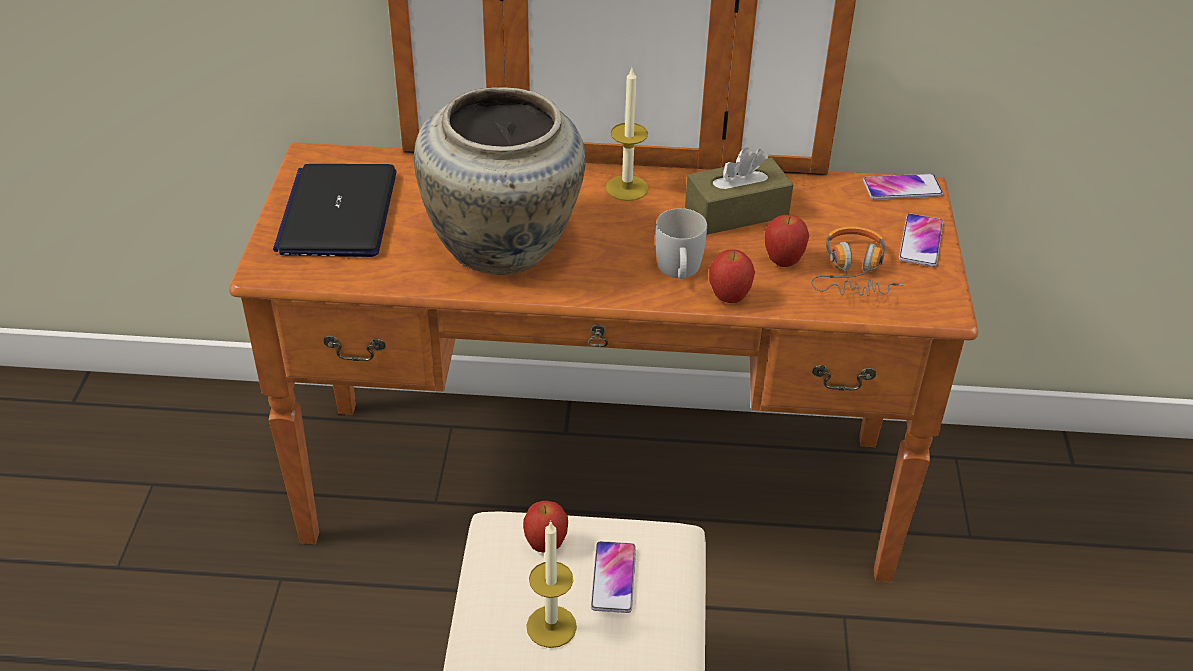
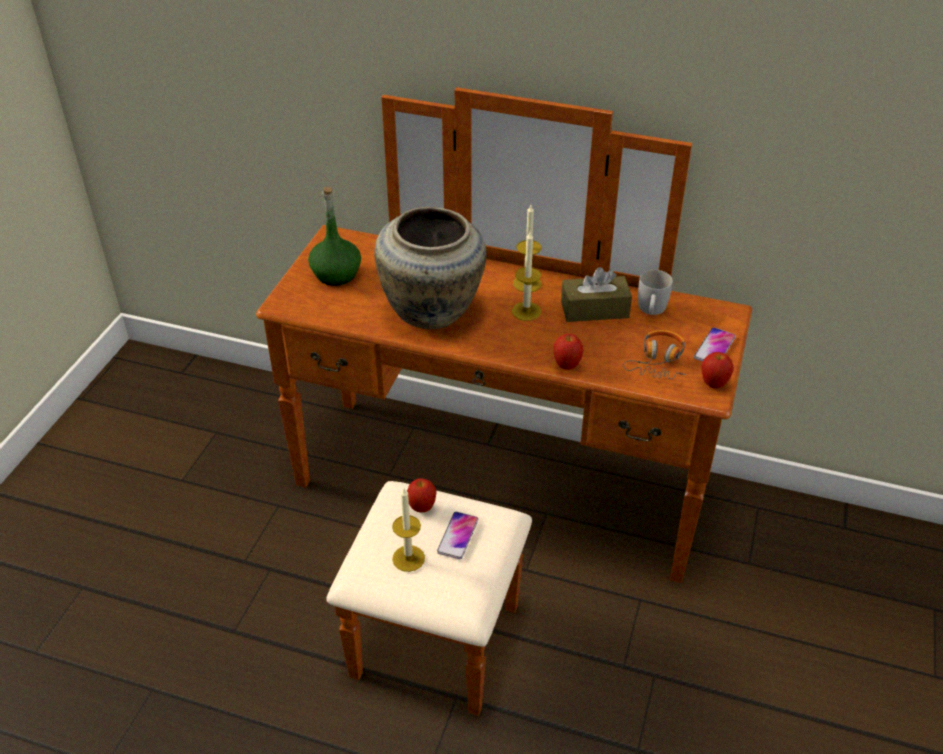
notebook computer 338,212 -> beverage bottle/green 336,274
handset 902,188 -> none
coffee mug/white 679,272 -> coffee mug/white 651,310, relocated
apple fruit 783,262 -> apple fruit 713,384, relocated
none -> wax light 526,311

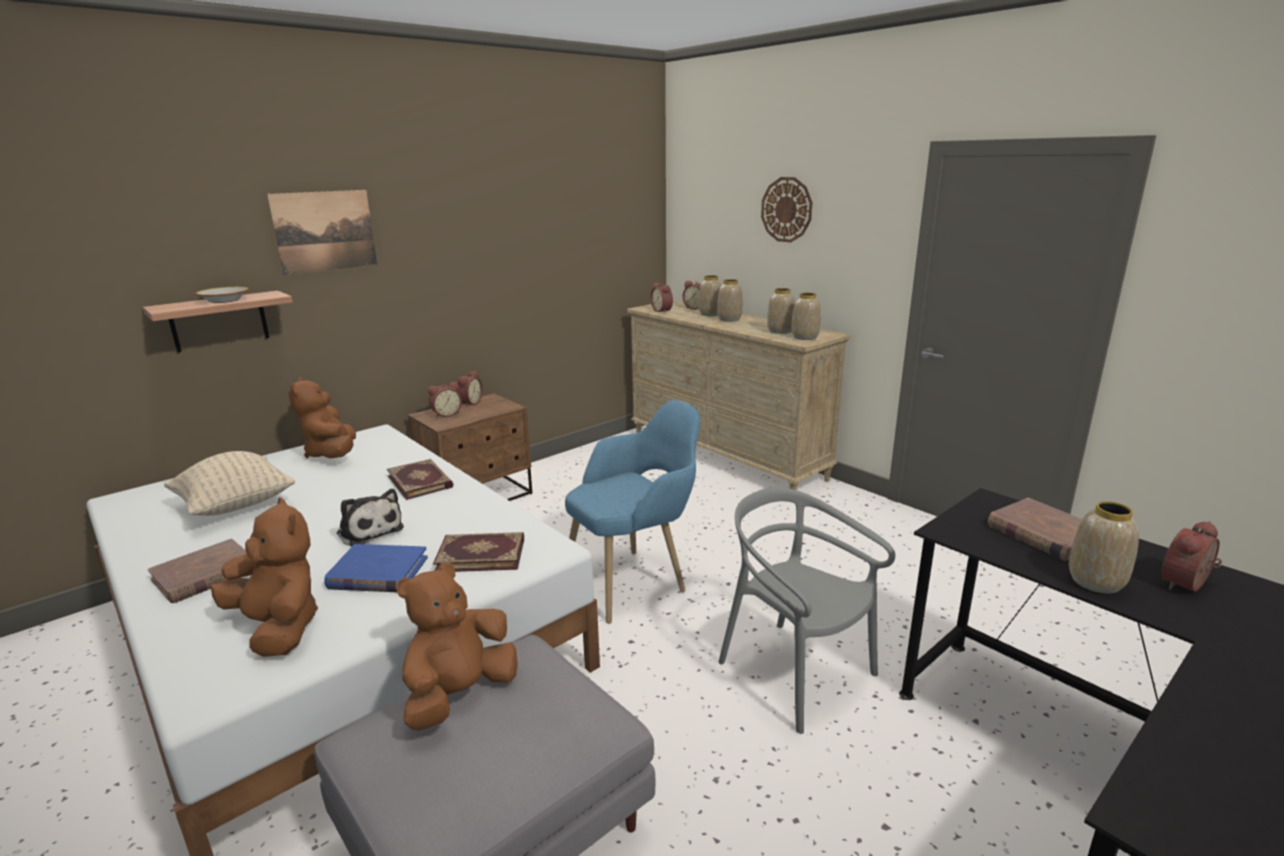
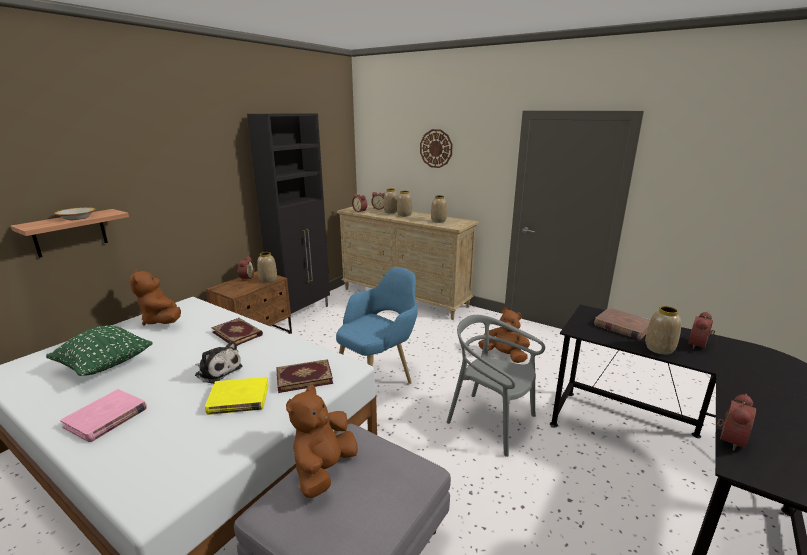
wall art 325,231 -> none
decorative vase 805,337 -> decorative vase 268,280, relocated
bedside clock 446,414 -> bedside clock 728,439, relocated
throw pillow/sand-coloured 236,507 -> throw pillow/green 105,366
soft toy/brown 279,628 -> soft toy/brown 504,355, relocated
volume/brown 205,575 -> volume/pink 106,418
volume/blue-coloured 377,573 -> volume/yellow-coloured 238,398
none -> cabinet/blackish 303,312

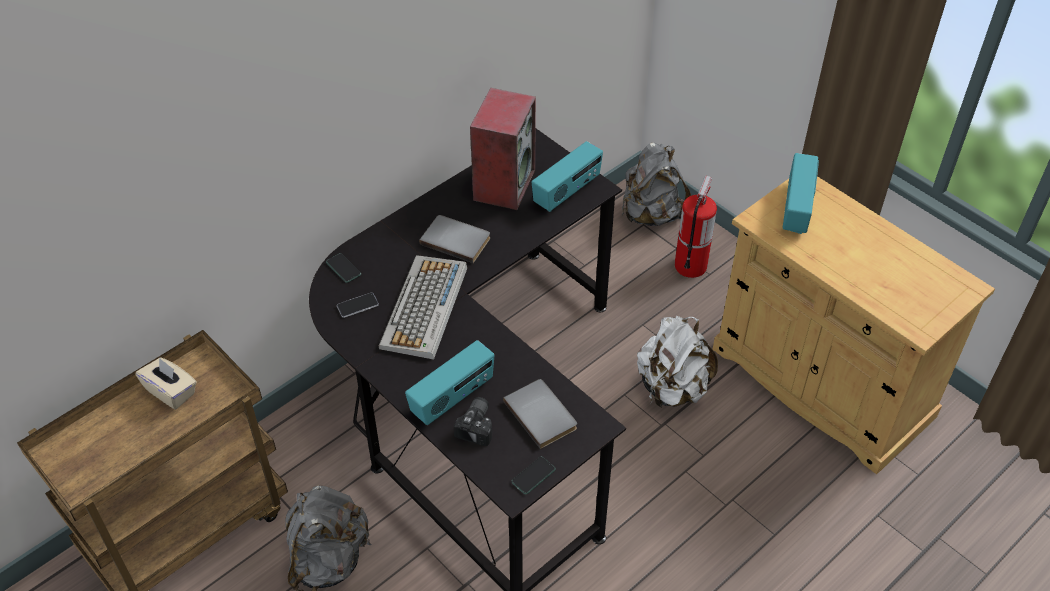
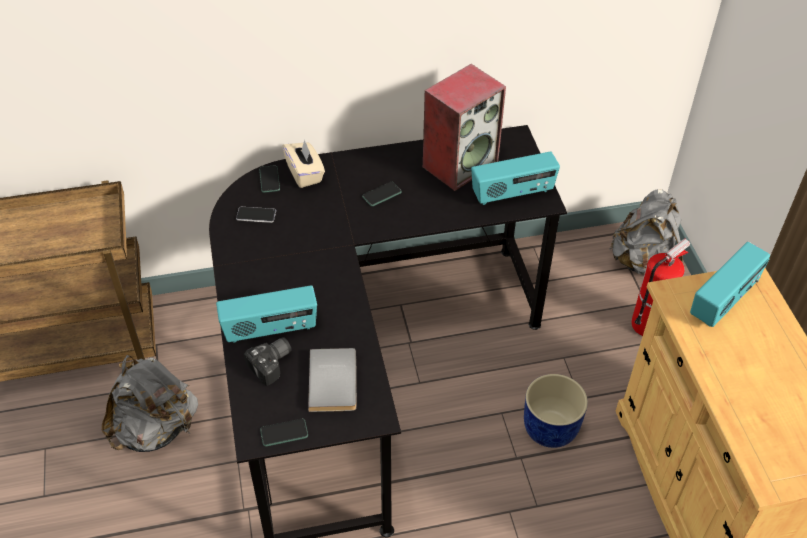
volume/greyish 456,239 -> handset 381,194
PC keyboard 425,308 -> none
backpack/white 672,388 -> plant pot/blue-coloured 551,429
tissue box/sand-coloured 171,392 -> tissue box/sand-coloured 305,174, relocated

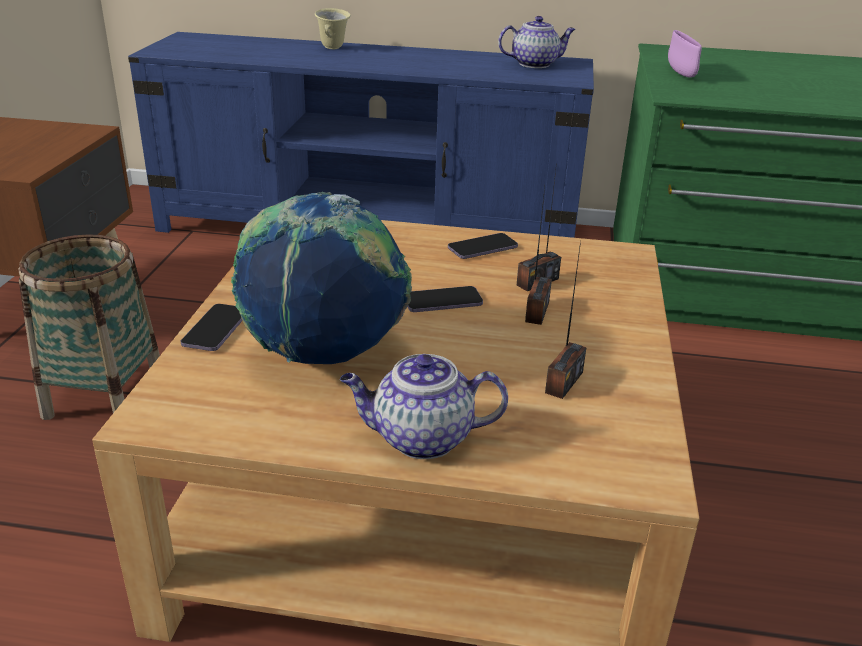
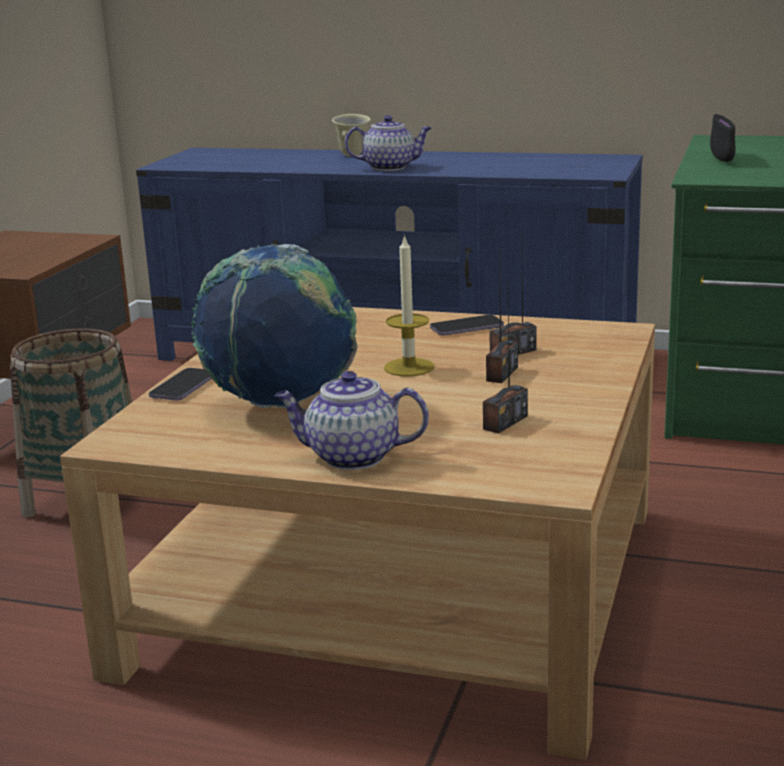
teapot 535,64 -> teapot 390,167, relocated
serving bowl/purple-coloured 680,73 -> serving bowl/blackish 721,159
handset 442,302 -> wax light 409,367

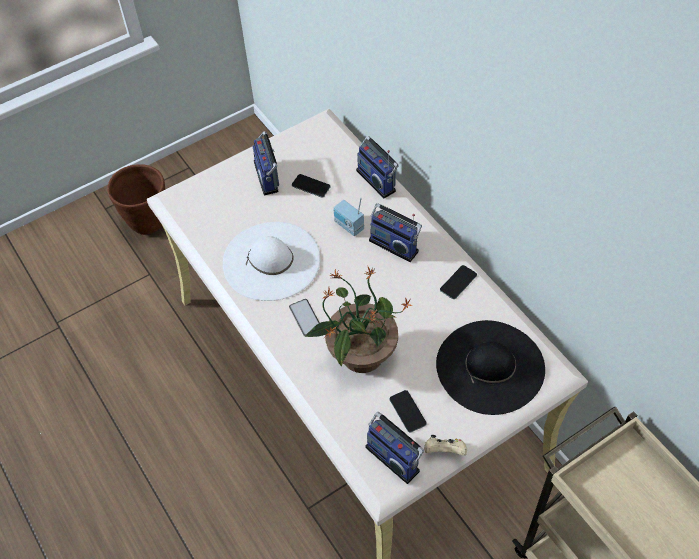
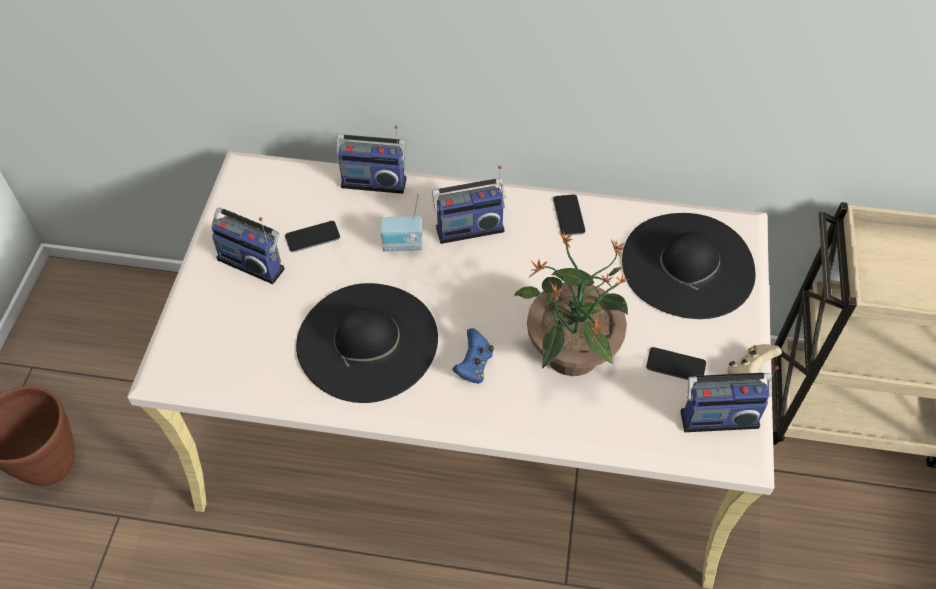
clothing hat/white 271,261 -> clothing hat/blackish 367,341
handset 305,317 -> game controller/blue-coloured 474,366

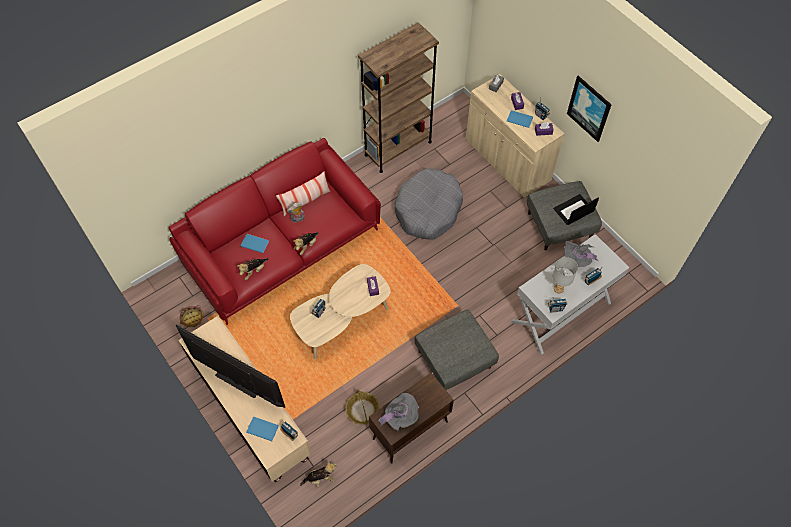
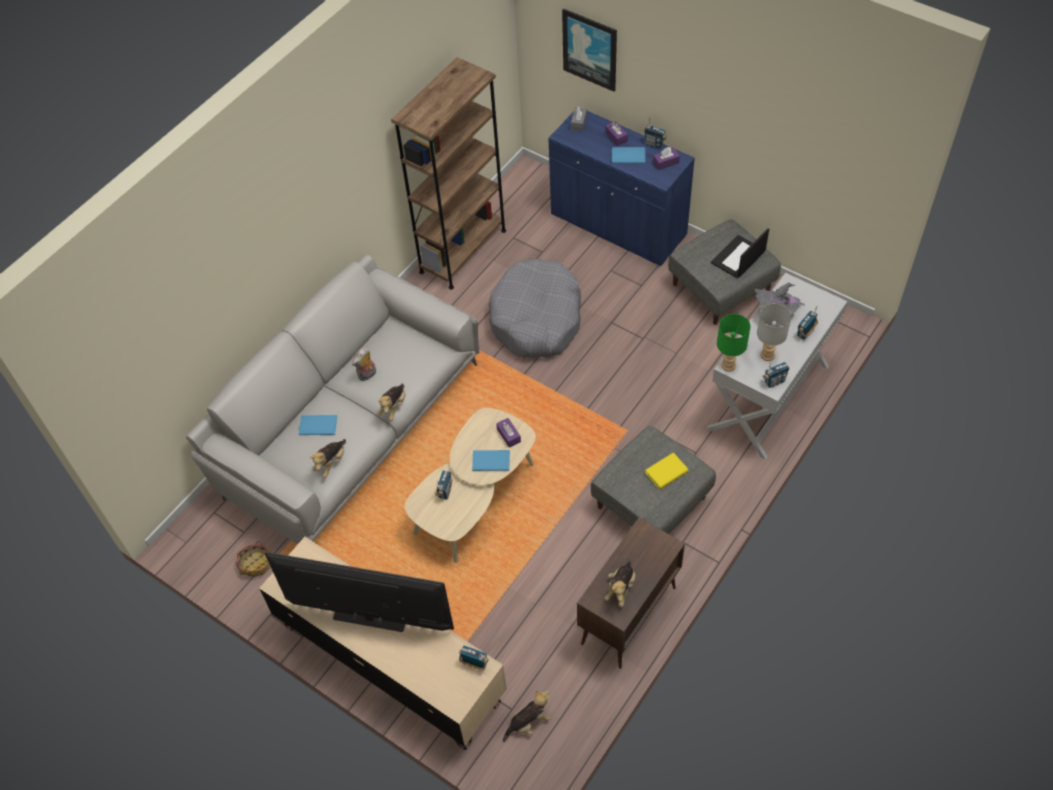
cabinet/sand-coloured 507,160 -> cabinet/blue-coloured 618,225
wall art 589,108 -> wall art 590,49, relocated
sofa/red 282,247 -> sofa/greyish 350,426
throw pillow 305,201 -> none
household basket 362,410 -> none
clothing hat/greyish 400,416 -> soft toy 621,588
volume/blue-coloured 262,428 -> volume/blue-coloured 490,460, relocated
none -> lamp for a table/green 729,365
none -> volume/yellow-coloured 666,472

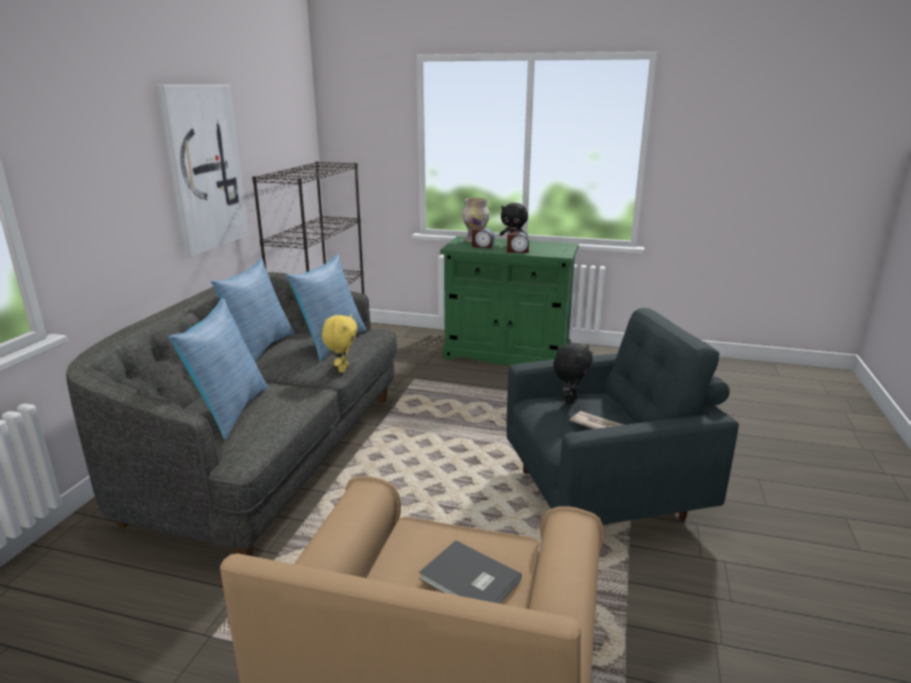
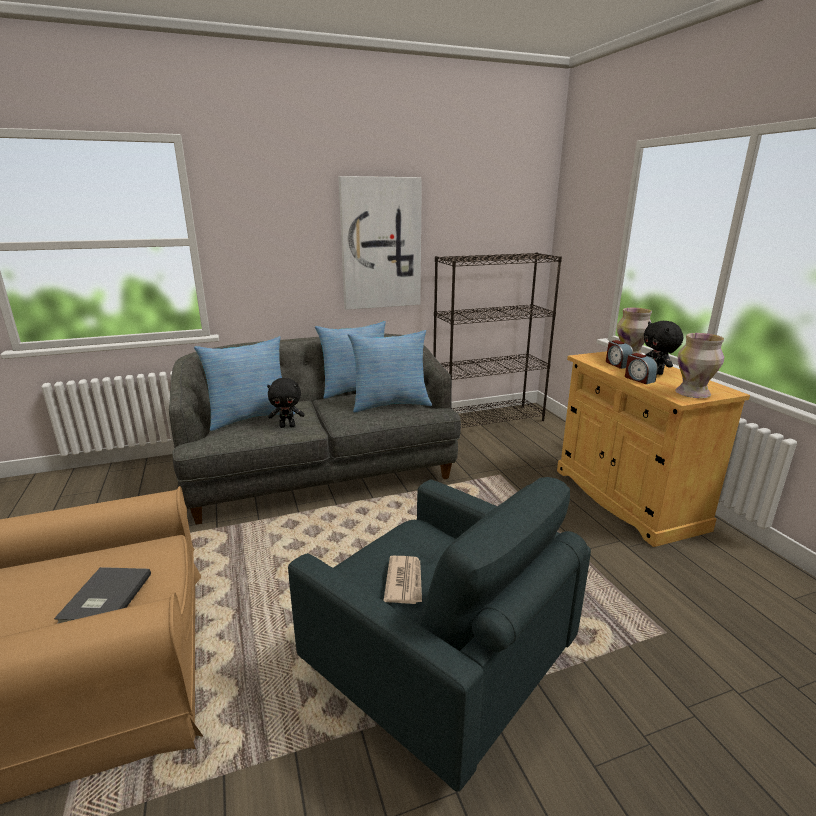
cabinet/green 507,354 -> cabinet/sand-coloured 626,498
soft toy/yellow-coloured 342,369 -> none
soft toy/blackish 569,400 -> soft toy/blackish 287,426, relocated
none -> decorative vase 692,394

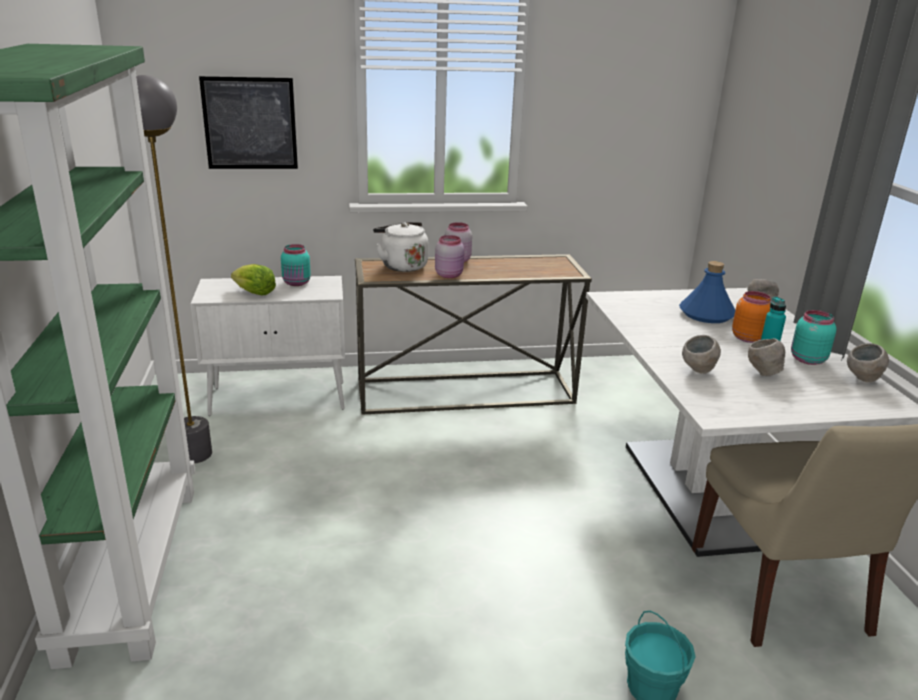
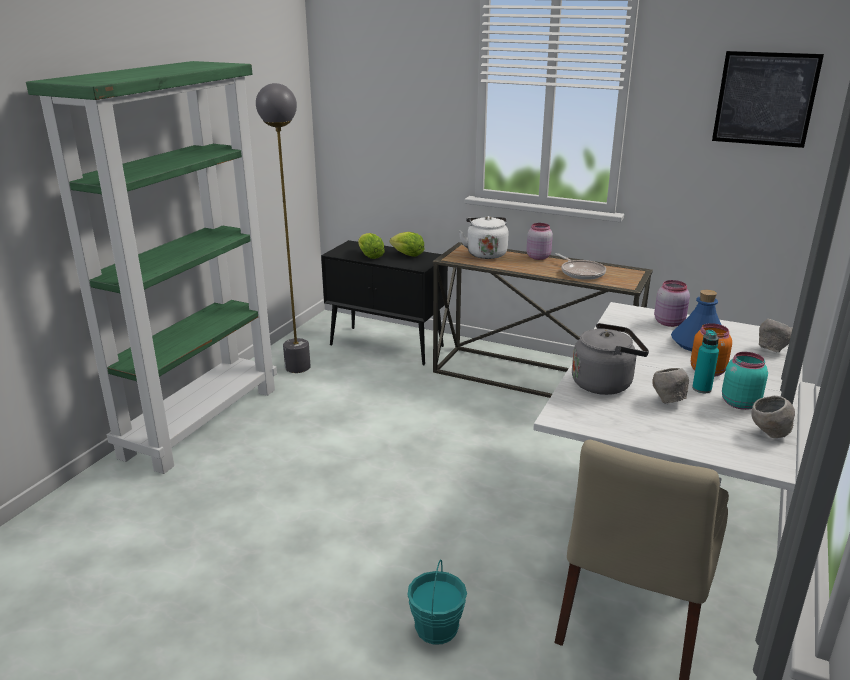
wall art 250,123 -> wall art 765,99, relocated
storage jar/pink 449,275 -> storage jar/pink 670,322, relocated
storage jar/turquoise 297,283 -> lettuce 407,254
cabinet/white 280,398 -> cabinet/blackish 387,346
serving bowl/greyish 698,371 -> tea kettle/greyish 605,383
none -> frying pan 581,272

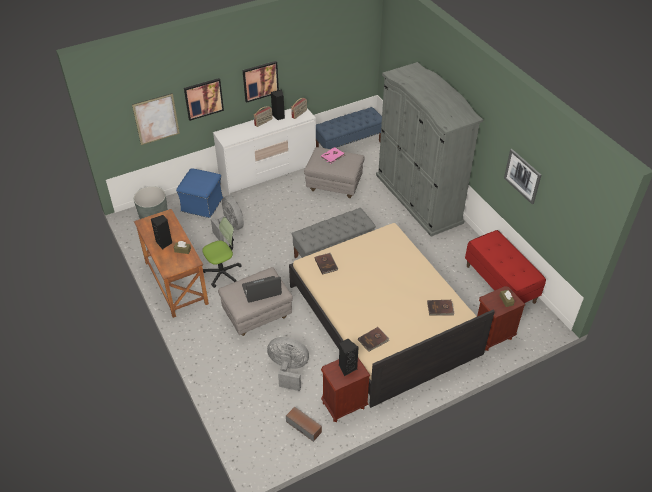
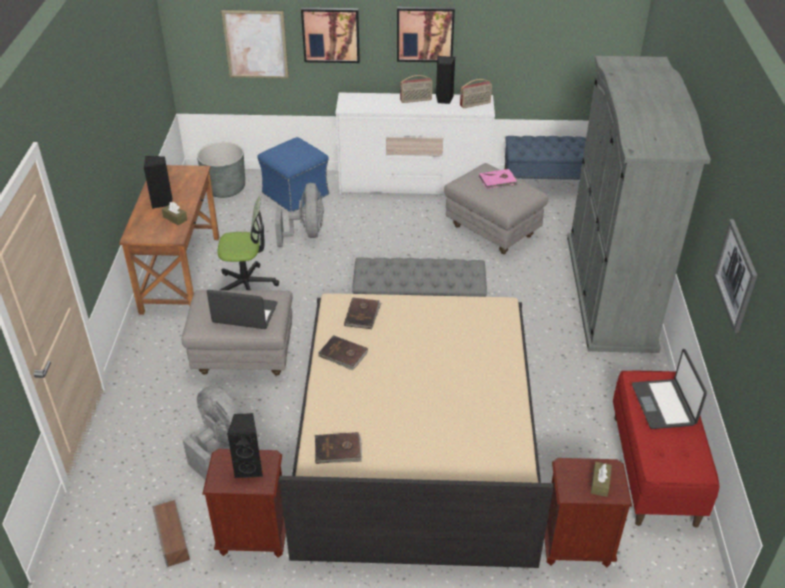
volume/brown 440,309 -> volume/brown 343,354, relocated
none -> notebook computer 664,405

